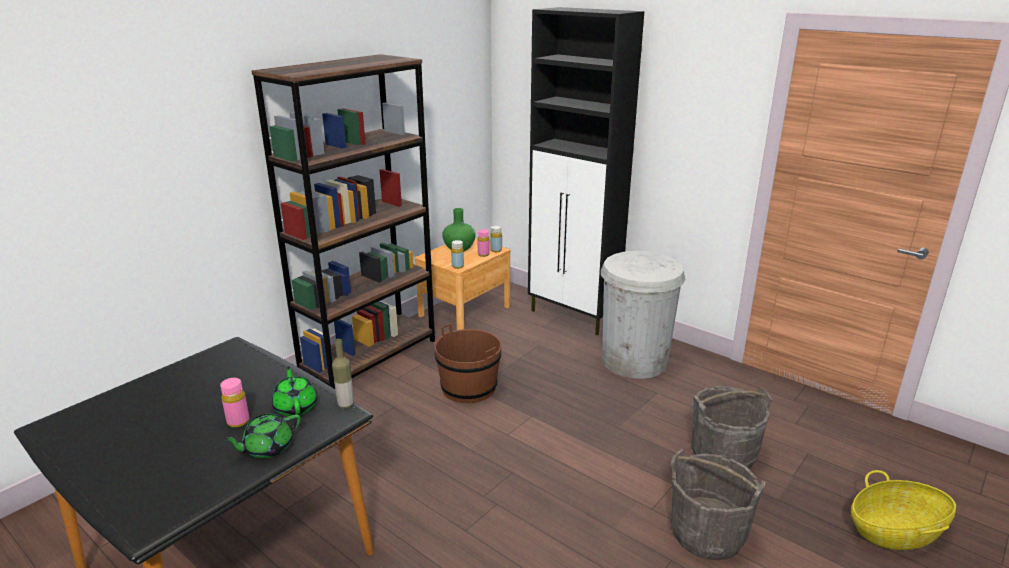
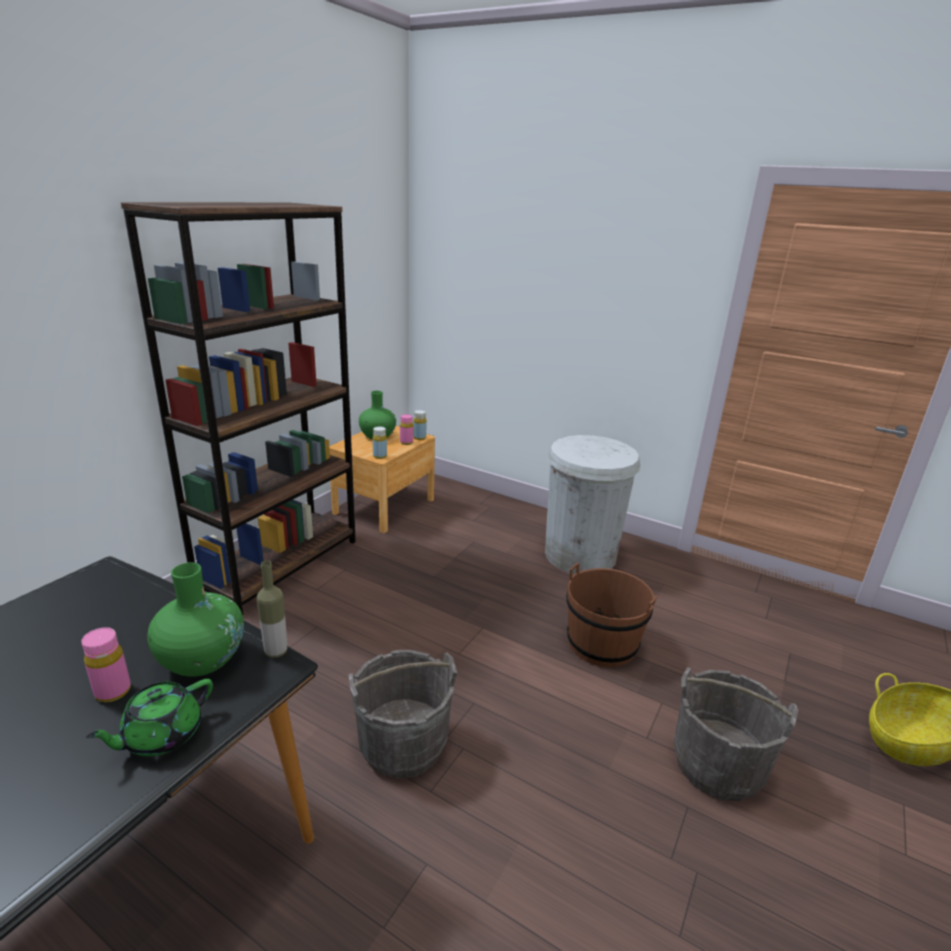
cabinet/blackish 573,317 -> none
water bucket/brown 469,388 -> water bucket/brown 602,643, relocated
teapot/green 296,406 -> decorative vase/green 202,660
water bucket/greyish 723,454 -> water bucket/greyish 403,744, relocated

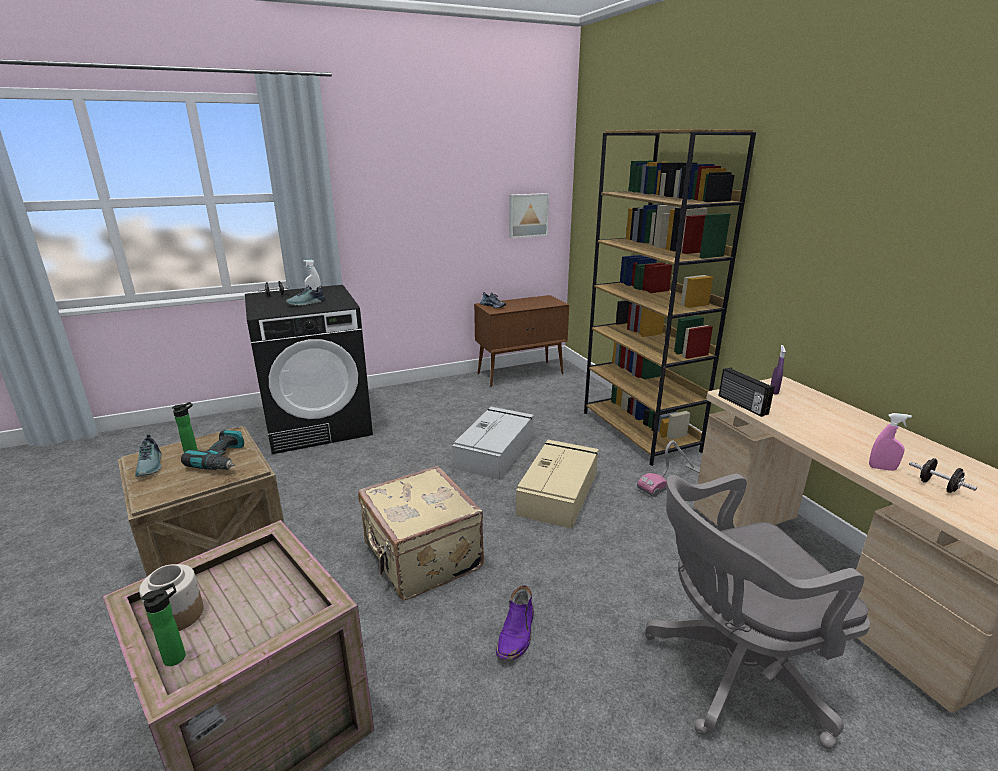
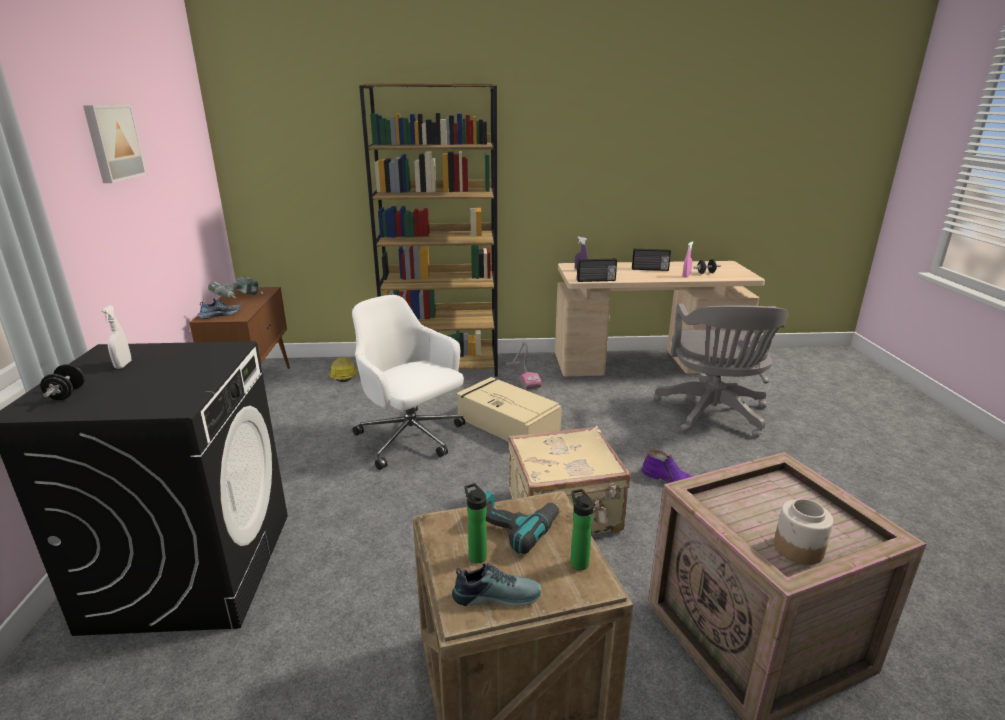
wall art 527,215 -> wall art 113,142, relocated
shoe 306,303 -> none
storage bin/greyish 495,451 -> computer chair/white 411,439
beverage bottle 178,656 -> beverage bottle 578,561, relocated
none -> radio 650,269
none -> power drill 239,298
none -> work helmet 343,375

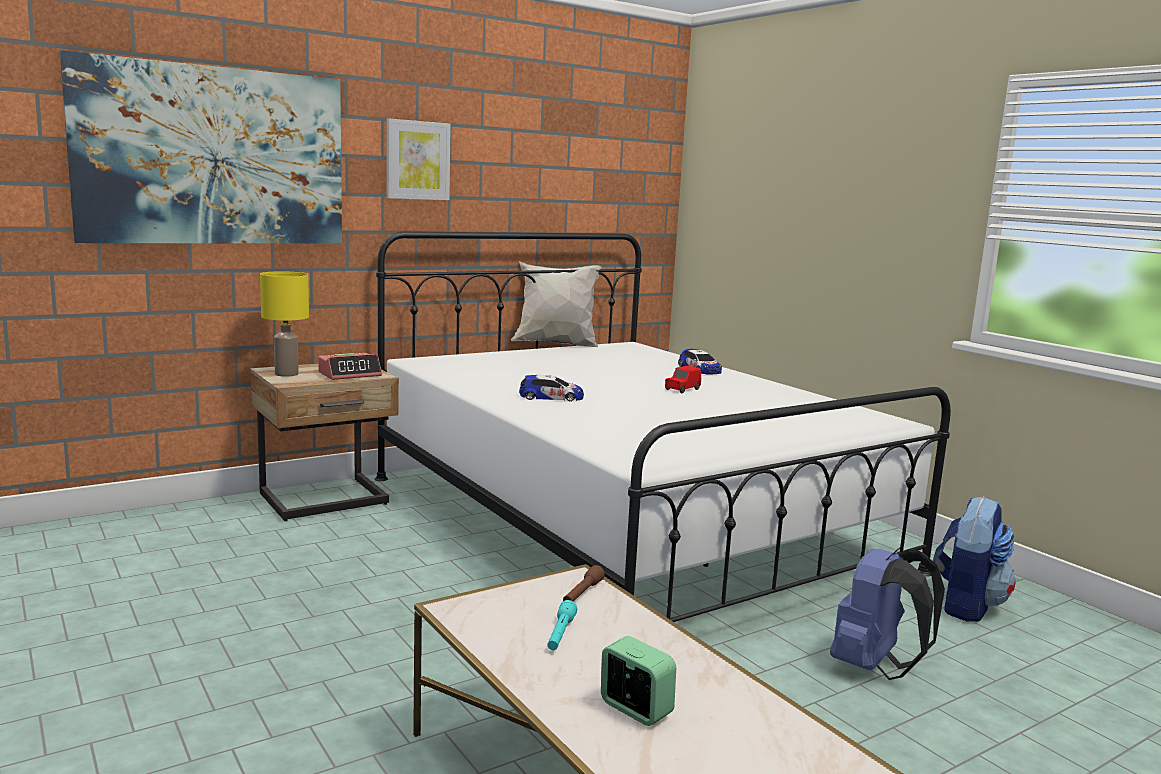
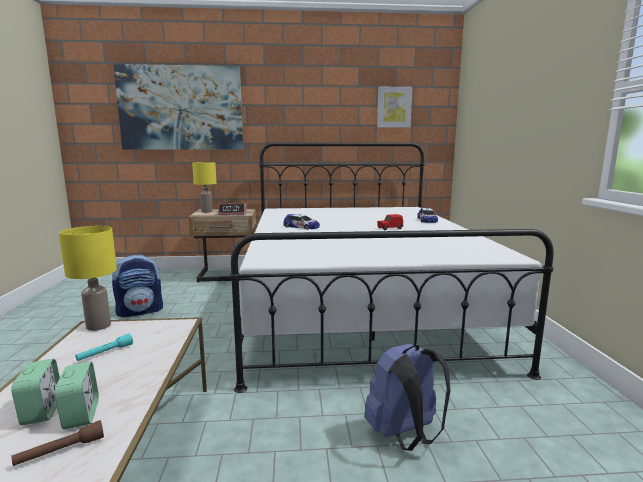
wall art 417,160 -> wall art 394,107, relocated
throw pillow/white 556,346 -> none
backpack 966,605 -> backpack 140,311, relocated
torch/brown 582,594 -> torch/brown 60,451, relocated
none -> lamp for a table/yellow-coloured 99,326
none -> bedside clock 81,415

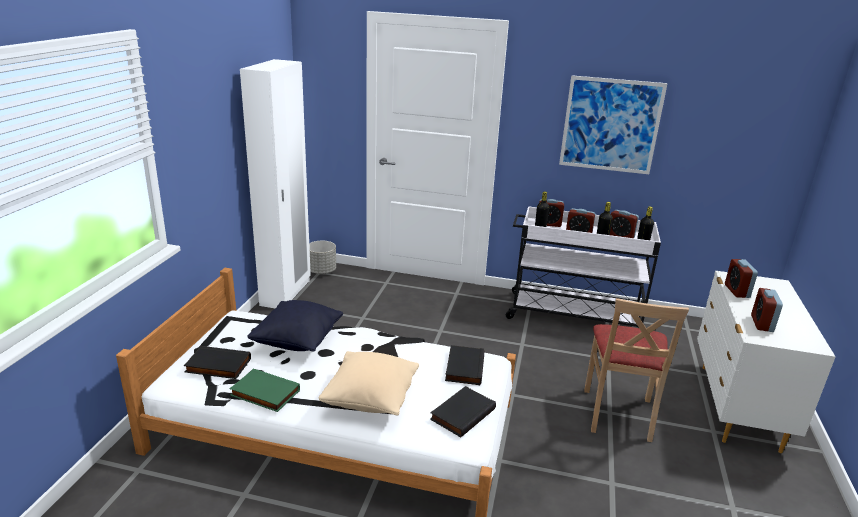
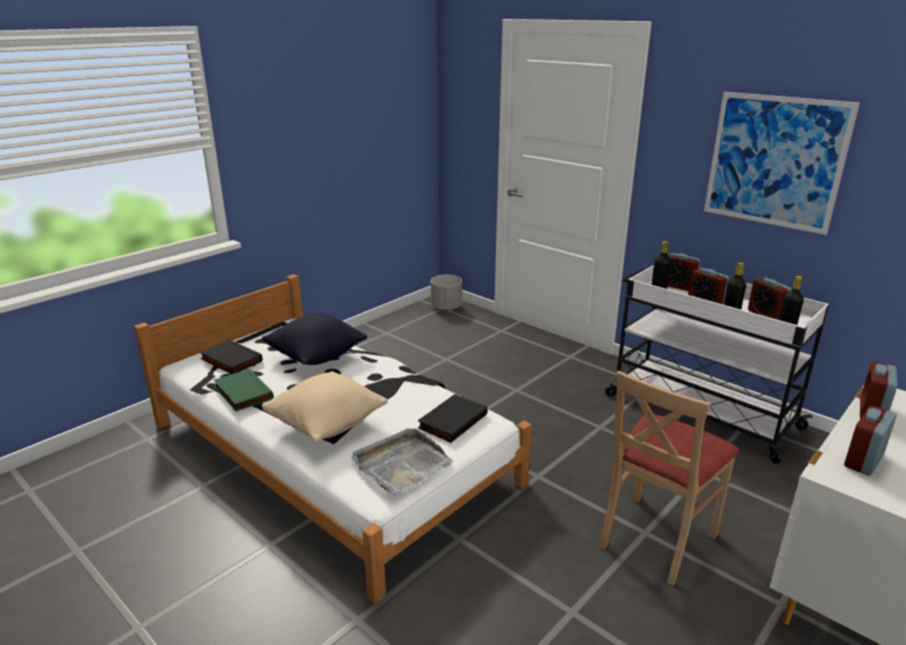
wardrobe/white 286,293 -> none
volume/blackish 462,413 -> carrying tray/greyish 401,464

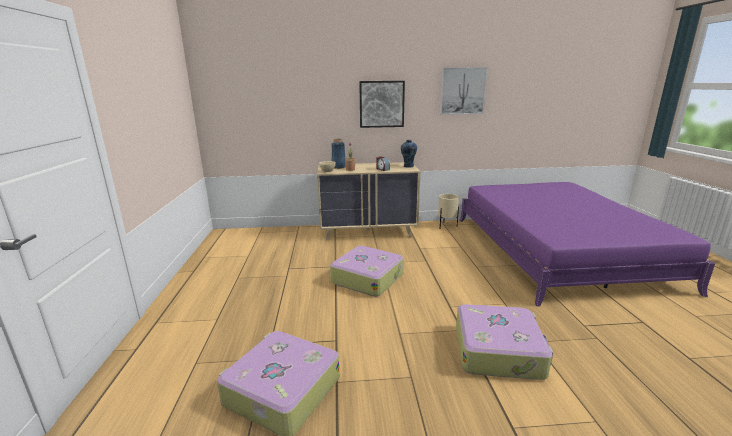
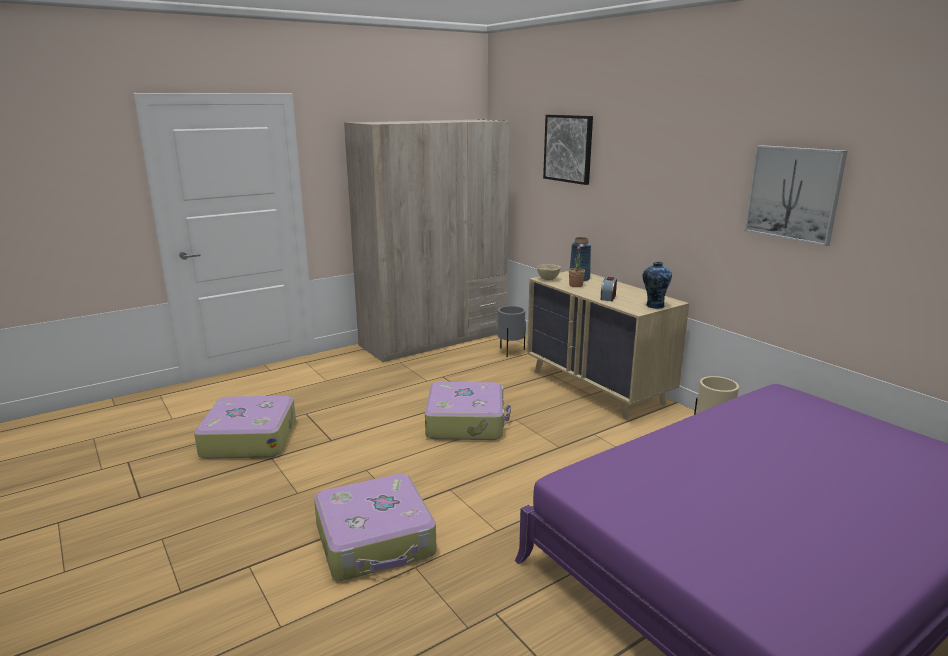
wall art 381,104 -> wall art 568,148, relocated
none -> wardrobe/sand-coloured 434,338
none -> plant pot/greyish 510,352

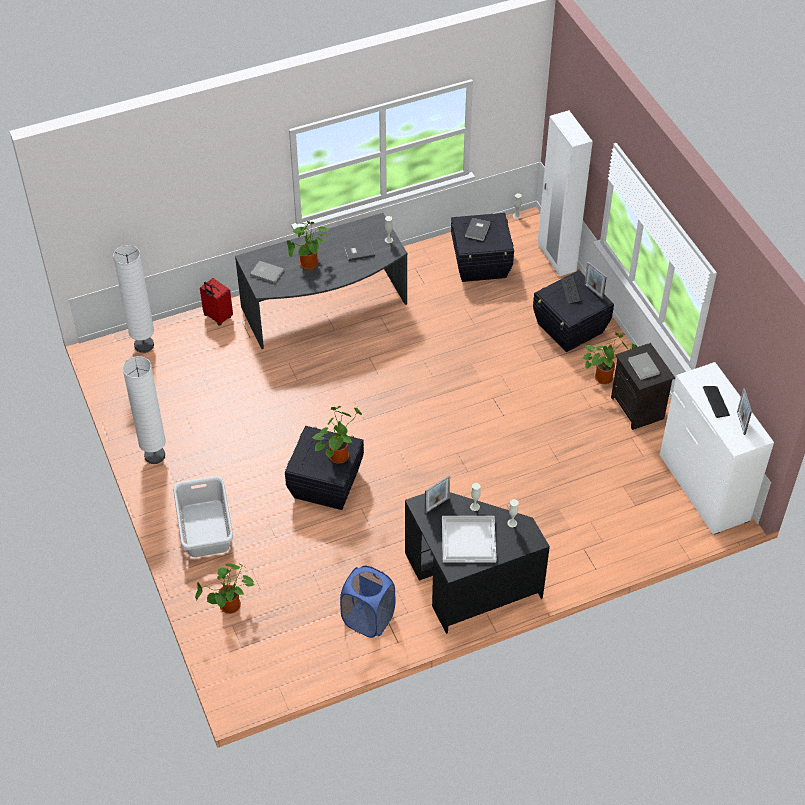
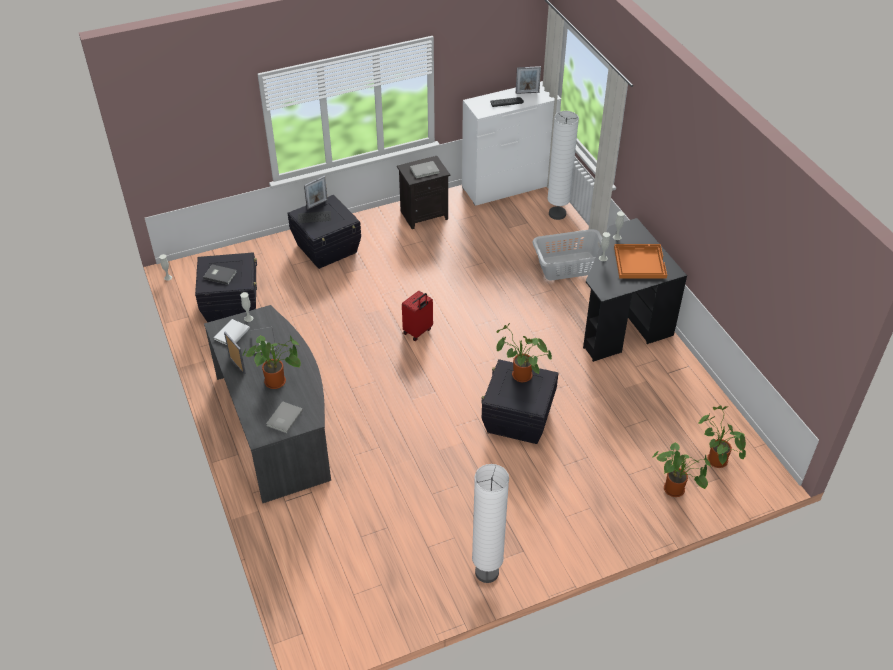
wardrobe/white 556,258 -> none
standard lamp/white 144,345 -> standard lamp/white 557,214, relocated
travel case/red 217,317 -> travel case/red 418,331, relocated
potted plant 605,376 -> potted plant 714,459, relocated
photo frame 437,505 -> photo frame 237,365, relocated
washing basket/greyish 206,528 -> washing basket/greyish 568,266, relocated
carrying tray/white 469,539 -> carrying tray/orange 639,262
washing basket/blue-coloured 368,619 -> none
none -> volume/white 231,334

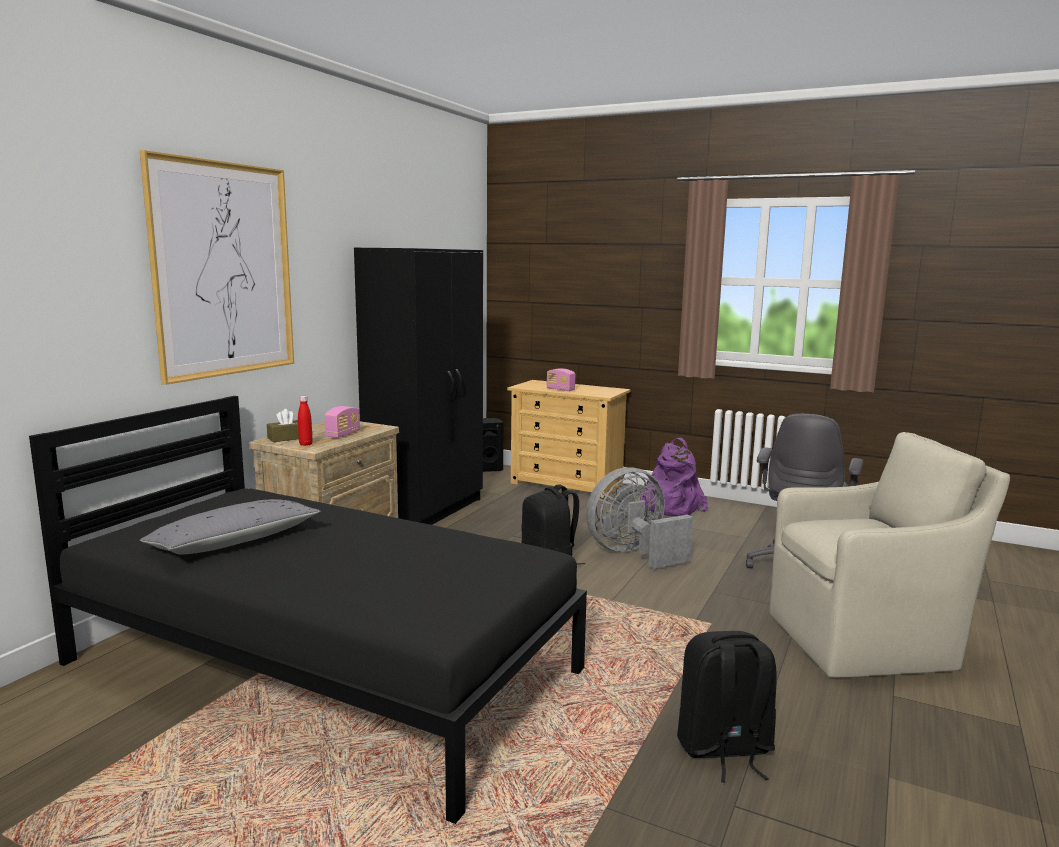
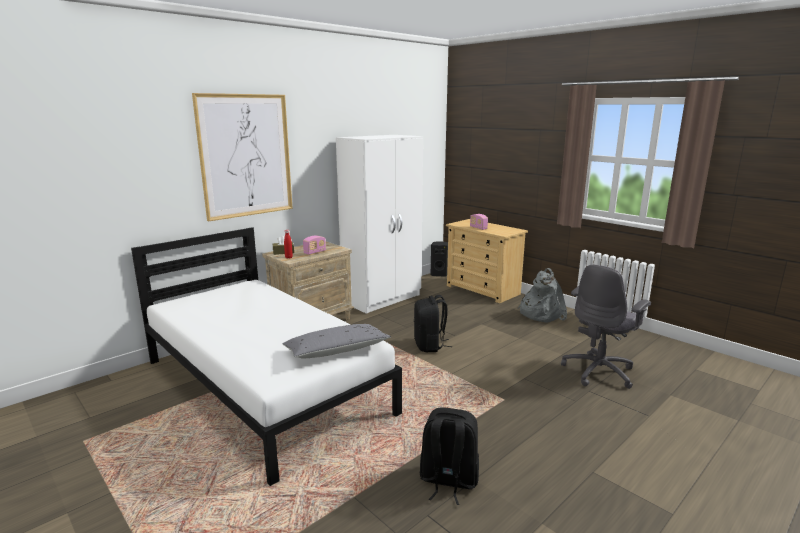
wardrobe/blackish 427,510 -> wardrobe/white 383,299
sleeping bed/blackish 323,666 -> sleeping bed/white 265,386
lounge chair/sand-coloured 865,641 -> none
backpack/purple-coloured 668,506 -> backpack/greyish 540,314
cooling fan/greyish 633,554 -> none
throw pillow/greyish 234,542 -> throw pillow/greyish 336,351, relocated

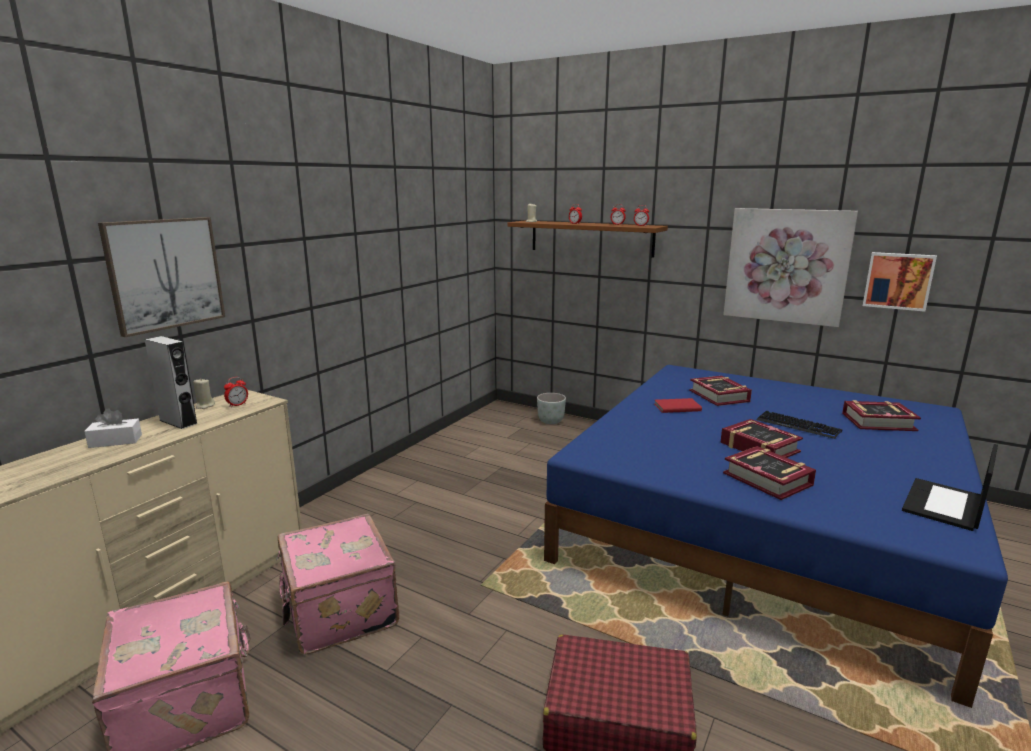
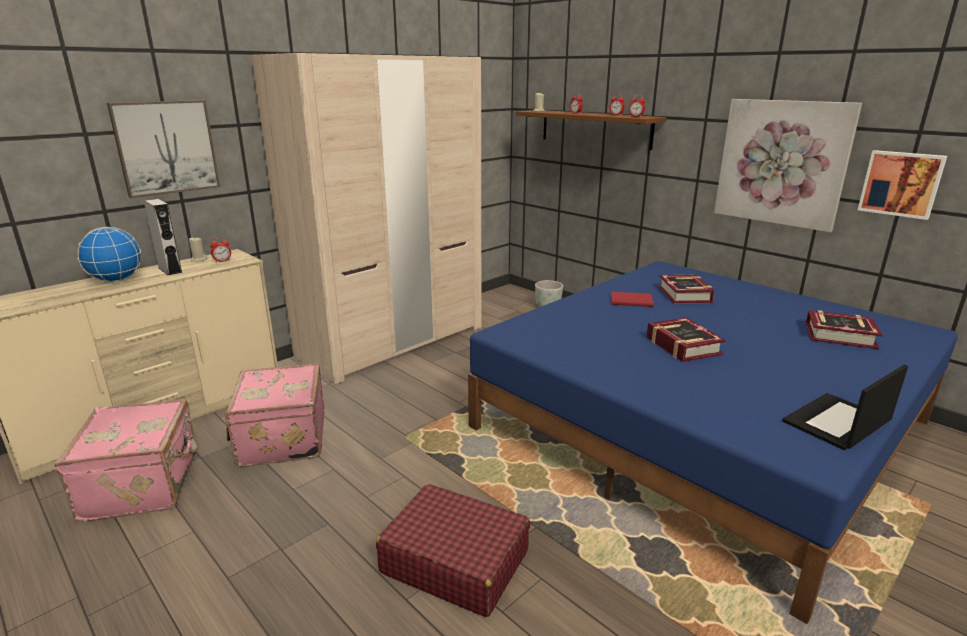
tissue box/white 115,441 -> world globe 117,280
PC keyboard 798,426 -> none
volume 767,479 -> none
none -> wardrobe/sand-coloured 393,342

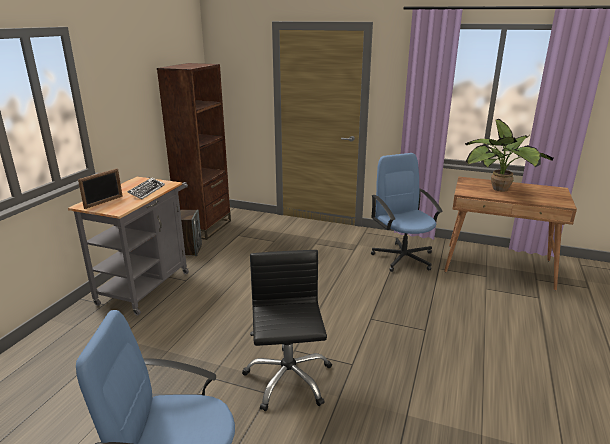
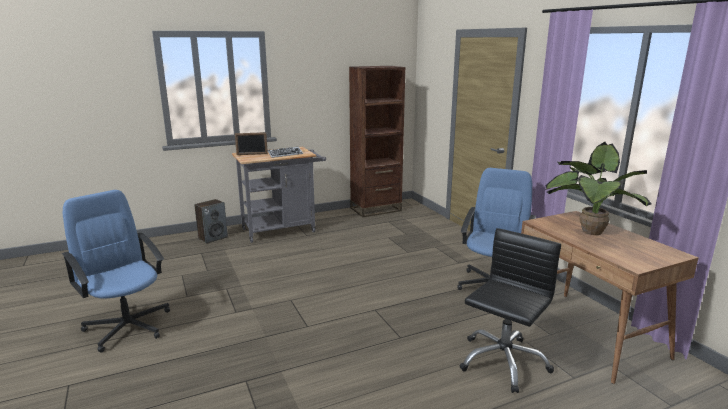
audio speaker 190,250 -> audio speaker 213,238, relocated
computer chair/blackish 288,379 -> computer chair/blackish 502,361, relocated

